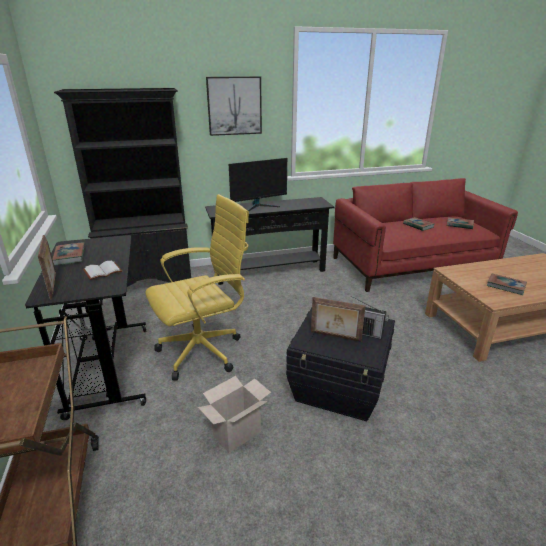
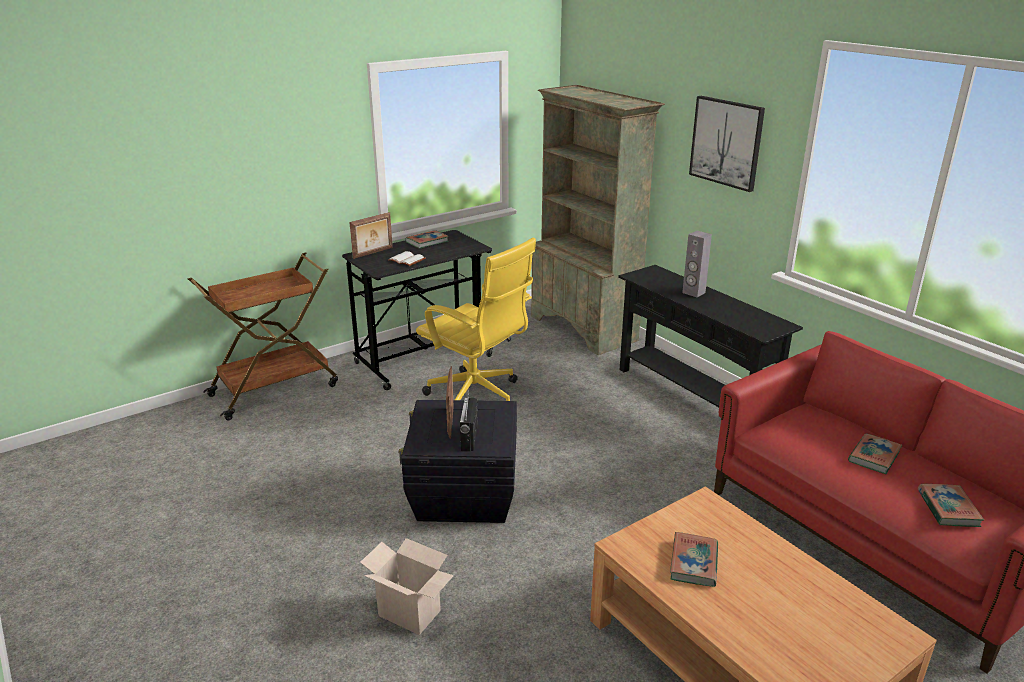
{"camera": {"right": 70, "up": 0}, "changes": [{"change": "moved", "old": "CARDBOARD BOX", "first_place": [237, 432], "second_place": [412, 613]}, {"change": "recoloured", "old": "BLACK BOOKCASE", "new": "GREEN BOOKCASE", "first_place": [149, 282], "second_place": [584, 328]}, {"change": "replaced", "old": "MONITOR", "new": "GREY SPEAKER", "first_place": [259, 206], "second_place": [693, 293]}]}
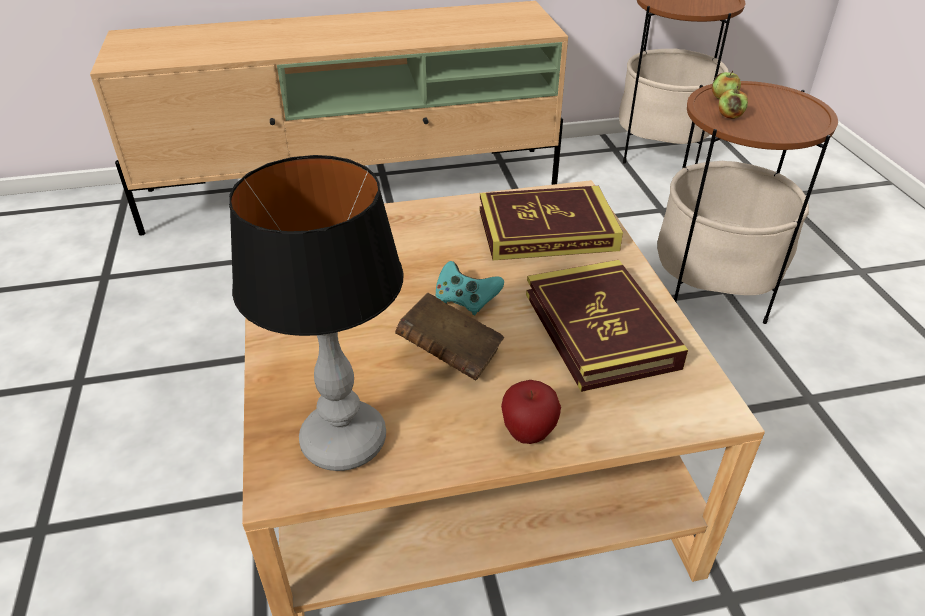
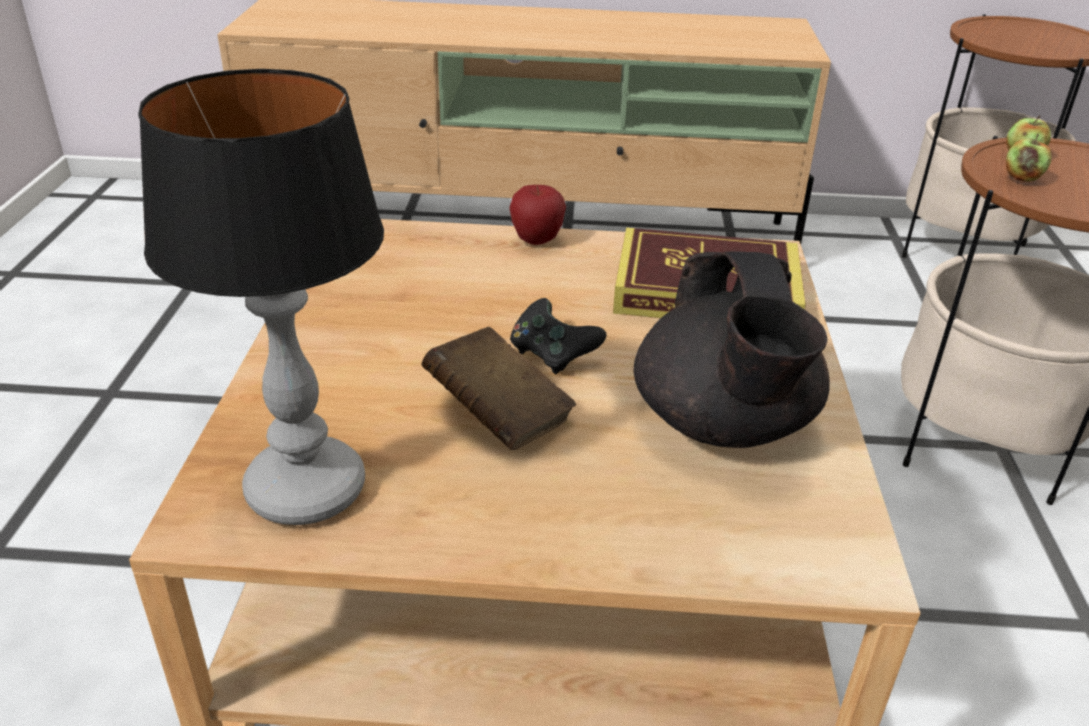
{"camera": {"right": 15, "up": -5}, "changes": [{"change": "moved", "old": "APPLE", "first_place": [528, 433], "second_place": [536, 241]}, {"change": "recoloured", "old": "TURQUOISE GAME CONTROLLER", "new": "BLACK GAME CONTROLLER", "first_place": [466, 301], "second_place": [552, 355]}, {"change": "replaced", "old": "BOOK", "new": "BLACK TEAPOT", "first_place": [599, 330], "second_place": [723, 425]}]}
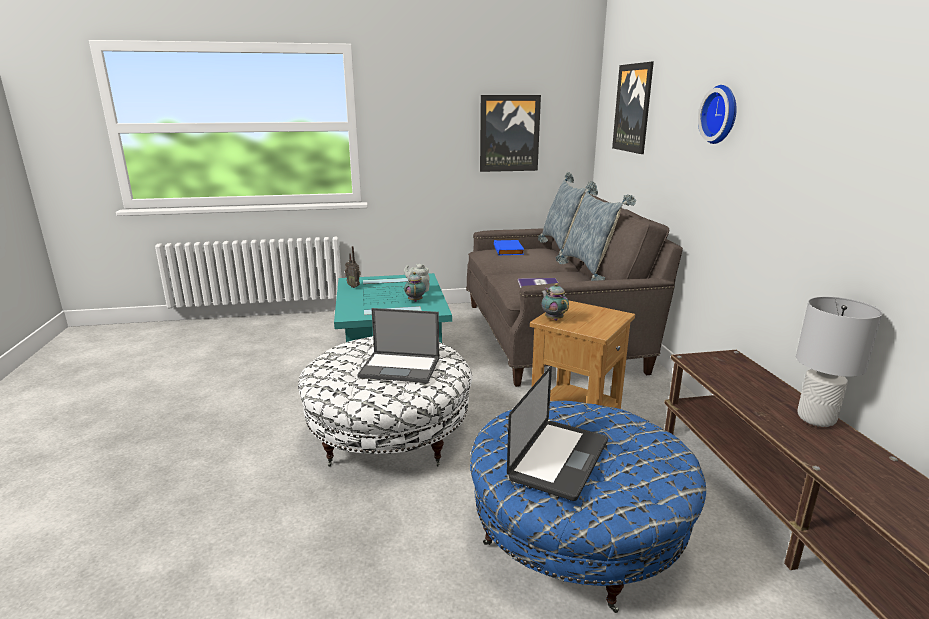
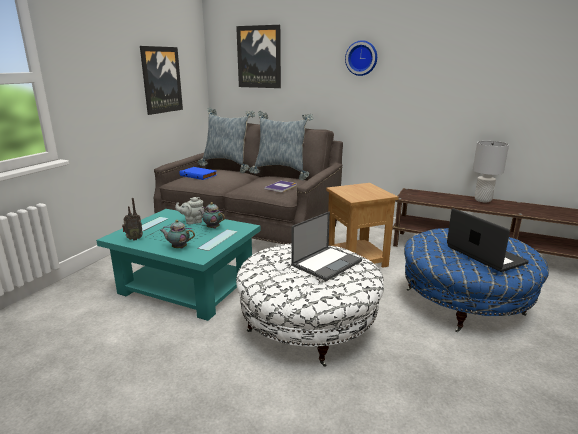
{"camera": {"right": -55, "up": 0}, "changes": [{"change": "moved", "old": "TEAPOT", "first_place": [553, 319], "second_place": [178, 248]}]}
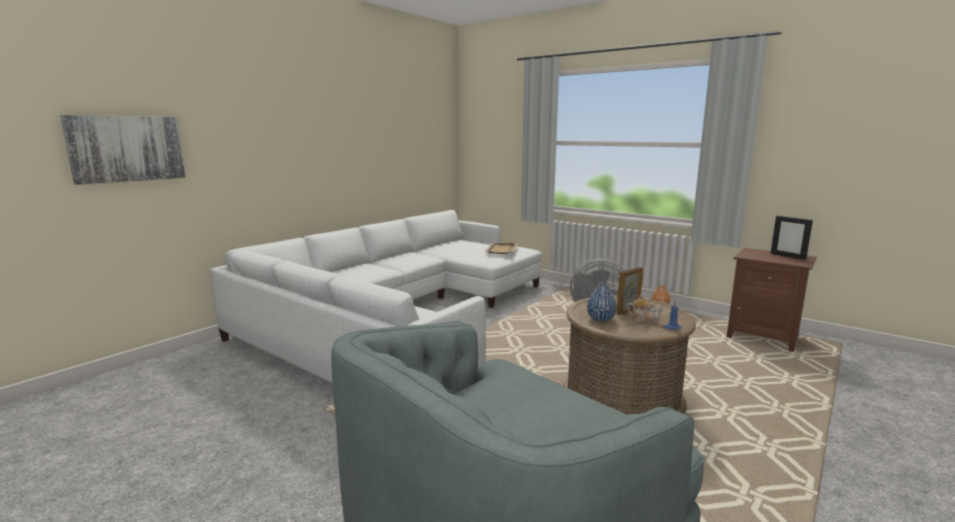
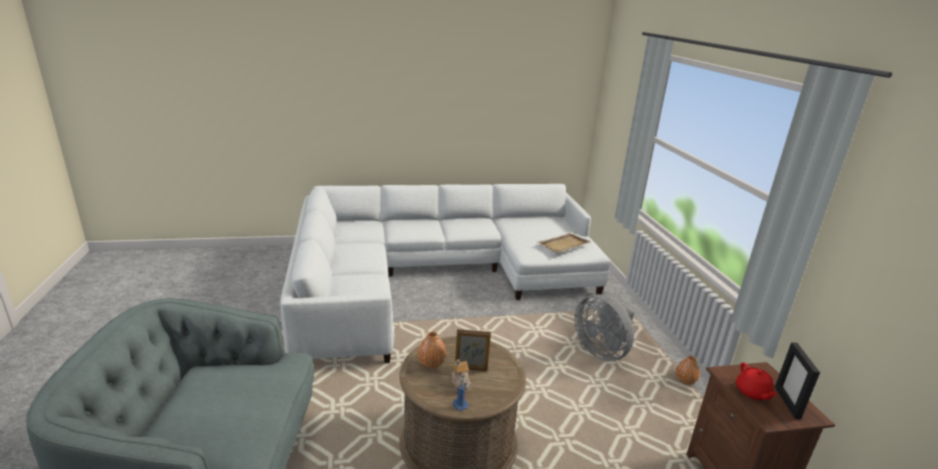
{"camera": {"right": 40, "up": 10}, "changes": [{"change": "recoloured", "old": "BLUE VASE", "new": "ORANGE VASE", "first_place": [600, 319], "second_place": [431, 363]}, {"change": "added", "new": "RED TEAPOT", "second_place": [752, 392]}, {"change": "removed", "old": "PICTURE", "first_place": [127, 148]}]}
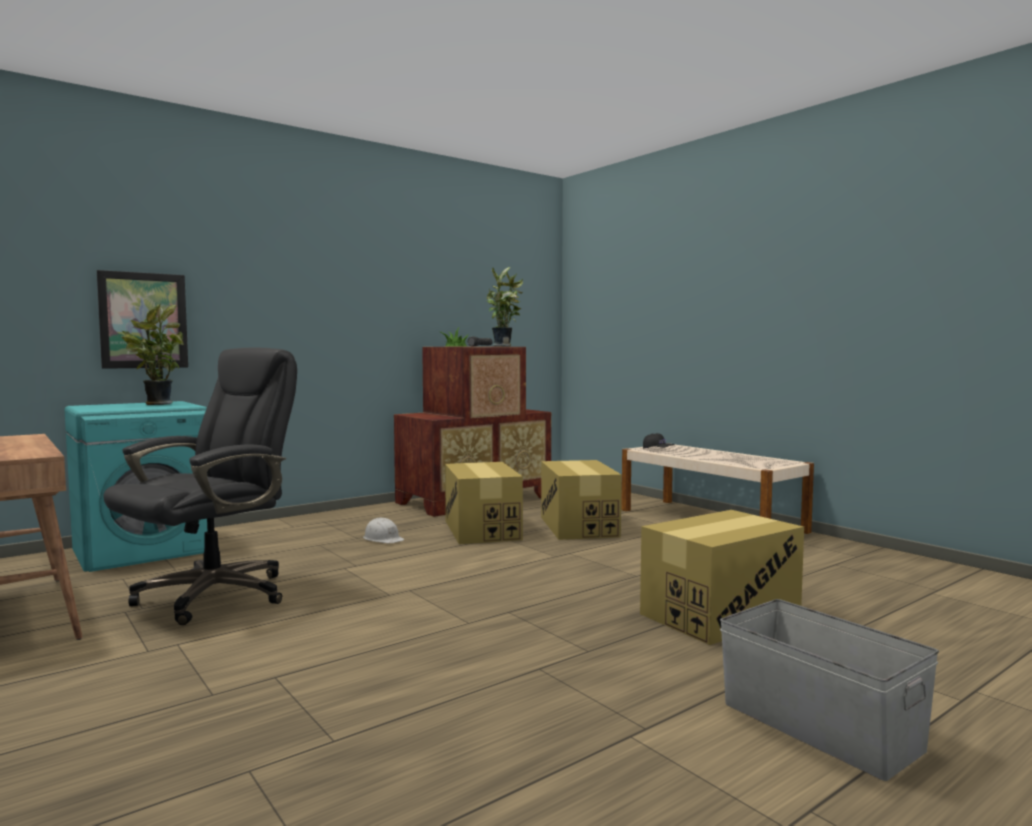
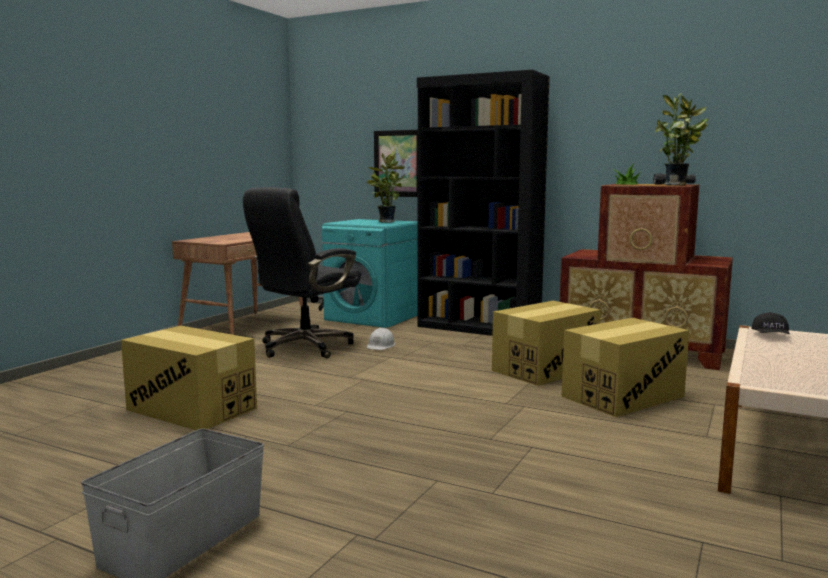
{"camera": {"right": 65, "up": 5}, "changes": [{"change": "moved", "old": "CARDBOARD BOX", "first_place": [720, 614], "second_place": [191, 409]}, {"change": "turned", "old": "BLACK OFFICE CHAIR", "first_place": [211, 597], "second_place": [307, 346], "degrees": 120}, {"change": "moved", "old": "WHITE HARD HAT", "first_place": [383, 539], "second_place": [381, 345]}, {"change": "added", "new": "BLACK BOOKCASE", "second_place": [478, 328]}]}
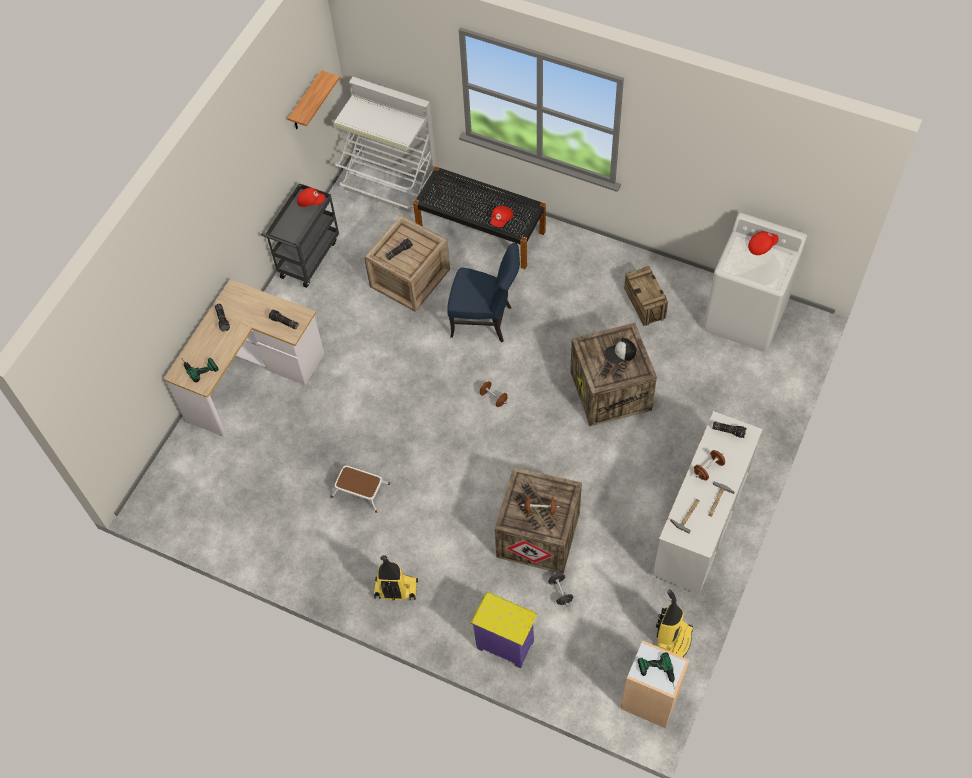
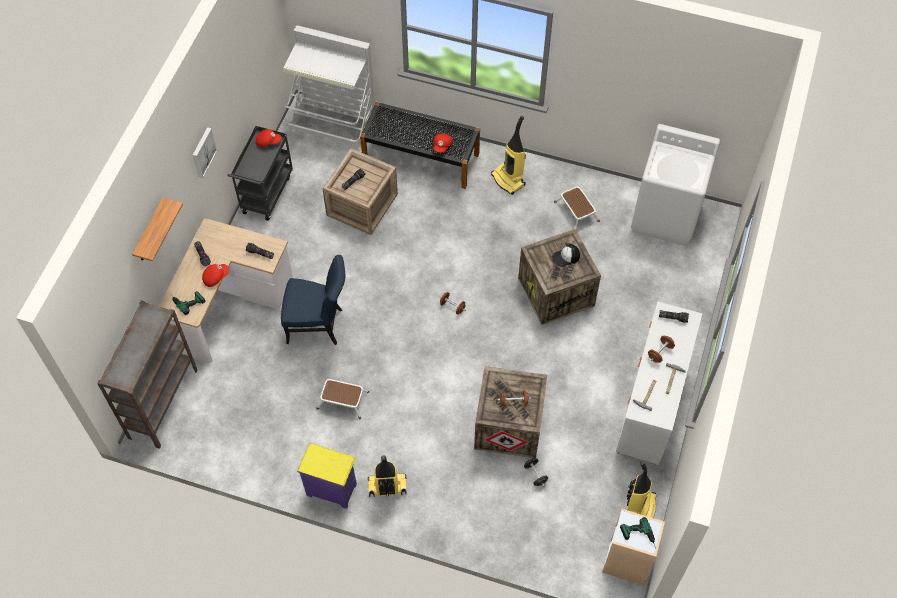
{"camera": {"right": -10, "up": 0}, "changes": [{"change": "added", "new": "GREY BOOKCASE", "second_place": [163, 403]}, {"change": "moved", "old": "SHELF", "first_place": [306, 102], "second_place": [150, 232]}, {"change": "added", "new": "PICTURE", "second_place": [203, 152]}, {"change": "moved", "old": "RED CAP", "first_place": [762, 245], "second_place": [215, 277]}, {"change": "moved", "old": "BLUE CHAIR", "first_place": [485, 321], "second_place": [318, 325]}, {"change": "moved", "old": "NIGHTSTAND", "first_place": [504, 642], "second_place": [331, 488]}, {"change": "added", "new": "VACUUM CLEANER", "second_place": [509, 180]}, {"change": "replaced", "old": "CRATE", "new": "BROWN STEP LADDER", "first_place": [645, 303], "second_place": [576, 211]}]}
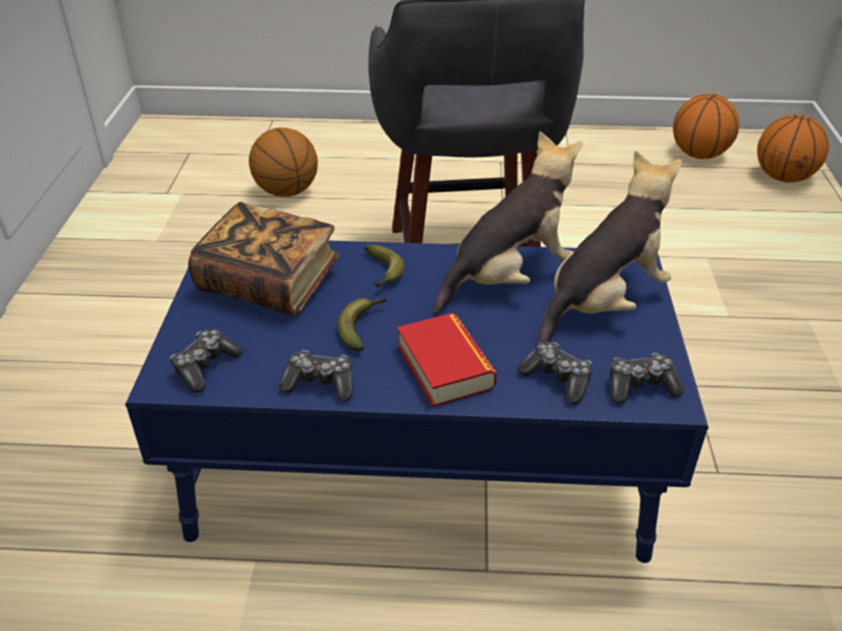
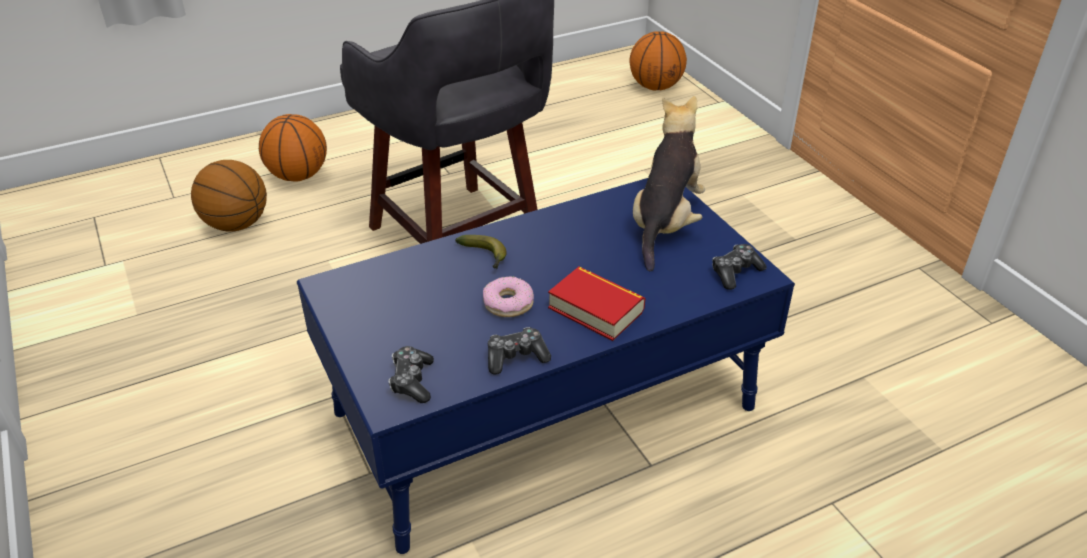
{"camera": {"right": -30, "up": 0}, "changes": [{"change": "moved", "old": "BASKETBALL", "first_place": [698, 155], "second_place": [298, 176]}, {"change": "replaced", "old": "BANANA", "new": "DONUT", "first_place": [362, 327], "second_place": [508, 303]}, {"change": "removed", "old": "BOOK", "first_place": [269, 282]}, {"change": "removed", "old": "PLUSH TOY", "first_place": [508, 278]}, {"change": "removed", "old": "GAME CONTROLLER", "first_place": [557, 379]}]}
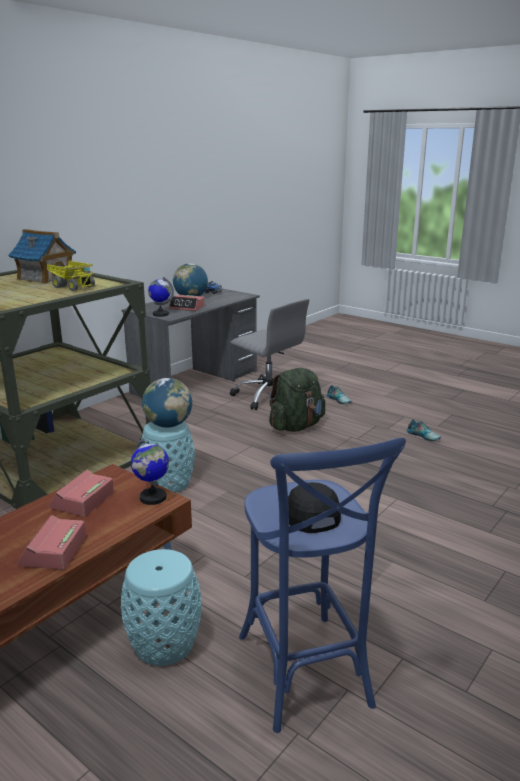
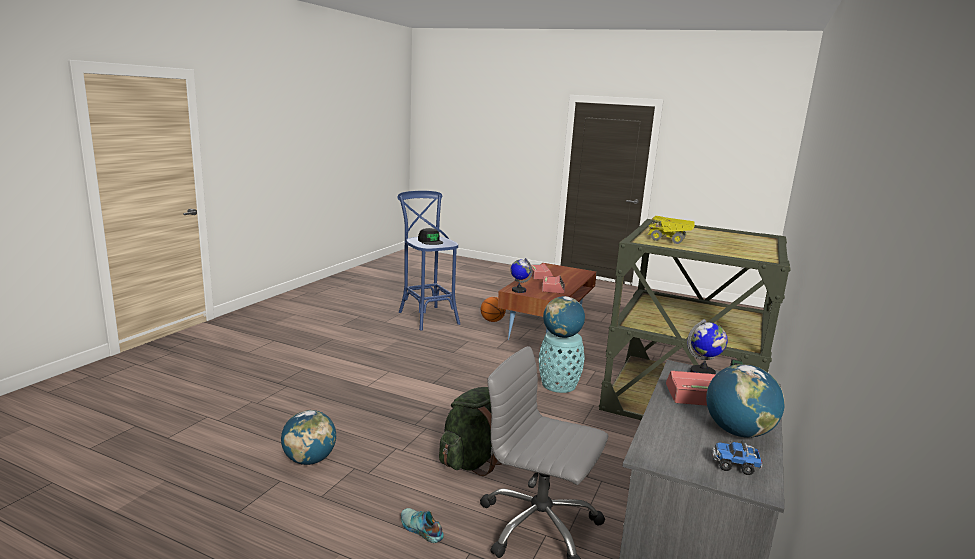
{"camera": {"right": 165, "up": -5}, "changes": [{"change": "replaced", "old": "SHOE", "new": "GLOBE", "first_place": [423, 435], "second_place": [309, 460]}, {"change": "replaced", "old": "TURQUOISE STOOL", "new": "BASKETBALL", "first_place": [164, 643], "second_place": [492, 321]}, {"change": "removed", "old": "TOY HOUSE", "first_place": [46, 278]}]}
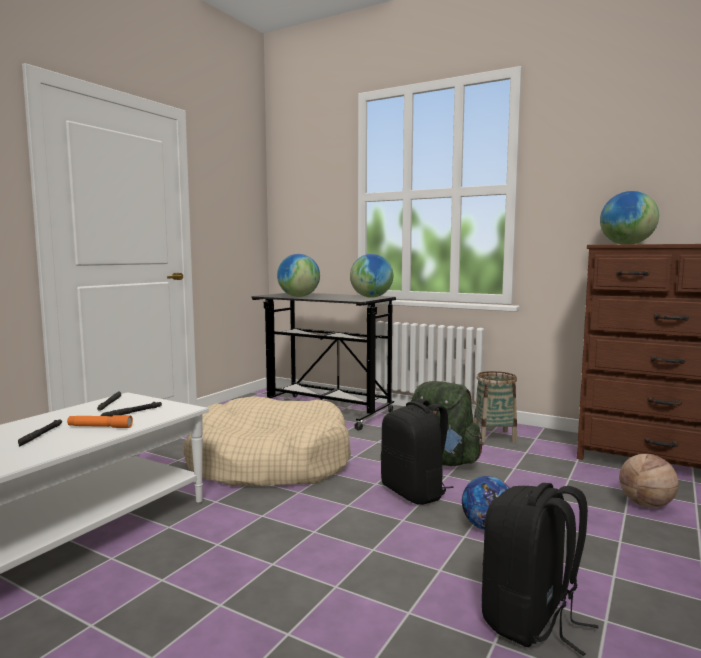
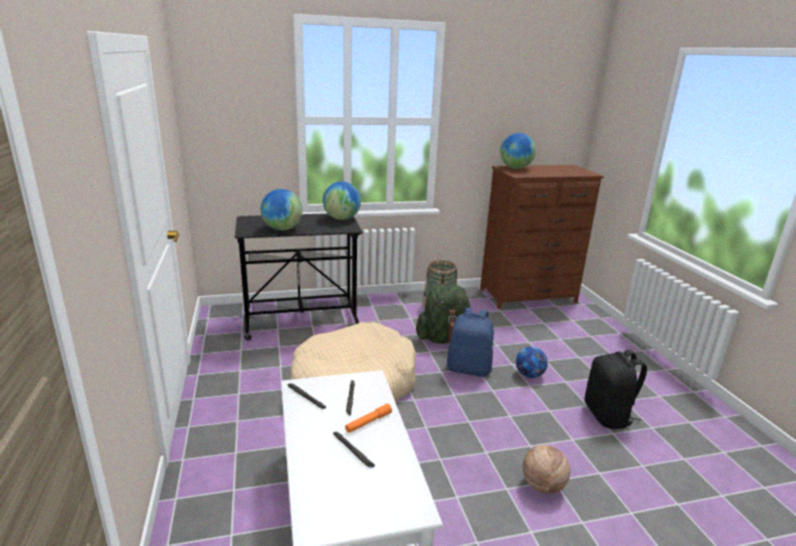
{"camera": {"right": -45, "up": 15}, "changes": [{"change": "recoloured", "old": "BLACK BACKPACK", "new": "BLUE BACKPACK", "first_place": [415, 493], "second_place": [469, 369]}, {"change": "moved", "old": "BASKETBALL", "first_place": [646, 505], "second_place": [542, 486]}]}
